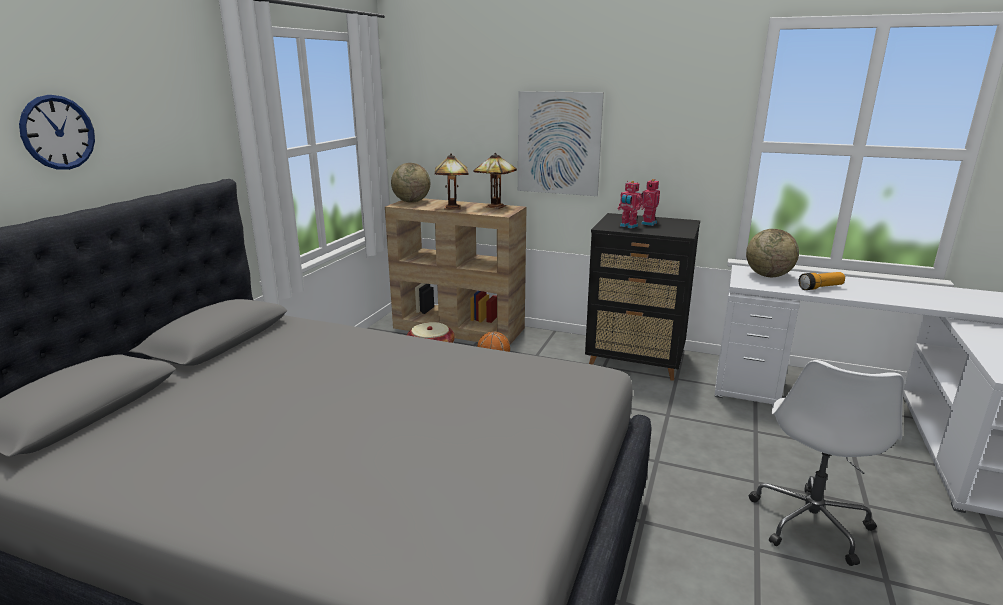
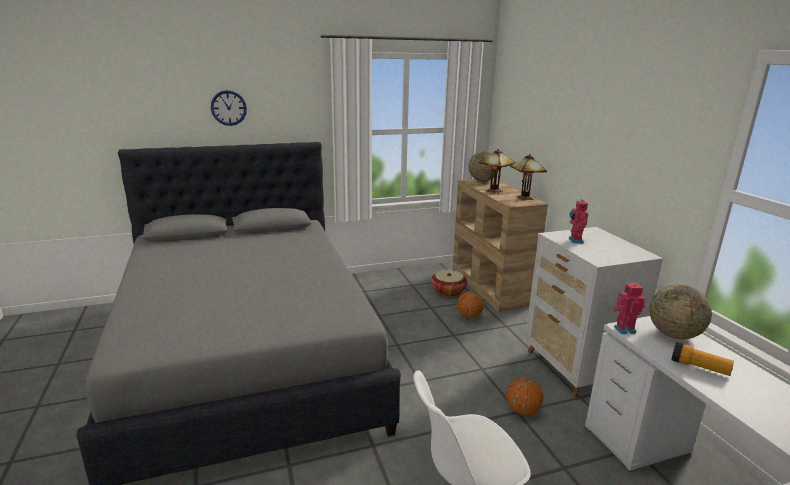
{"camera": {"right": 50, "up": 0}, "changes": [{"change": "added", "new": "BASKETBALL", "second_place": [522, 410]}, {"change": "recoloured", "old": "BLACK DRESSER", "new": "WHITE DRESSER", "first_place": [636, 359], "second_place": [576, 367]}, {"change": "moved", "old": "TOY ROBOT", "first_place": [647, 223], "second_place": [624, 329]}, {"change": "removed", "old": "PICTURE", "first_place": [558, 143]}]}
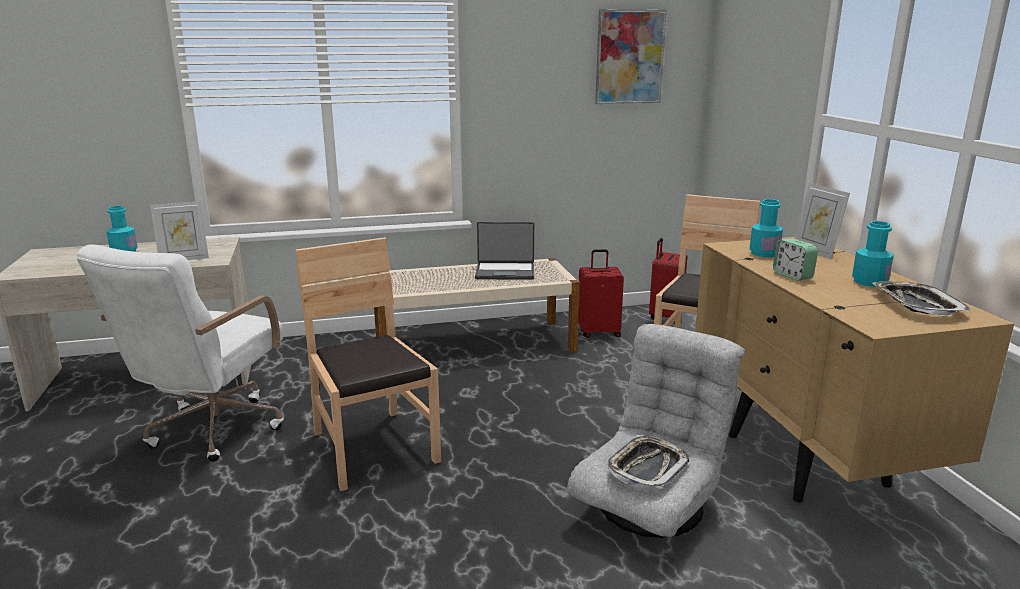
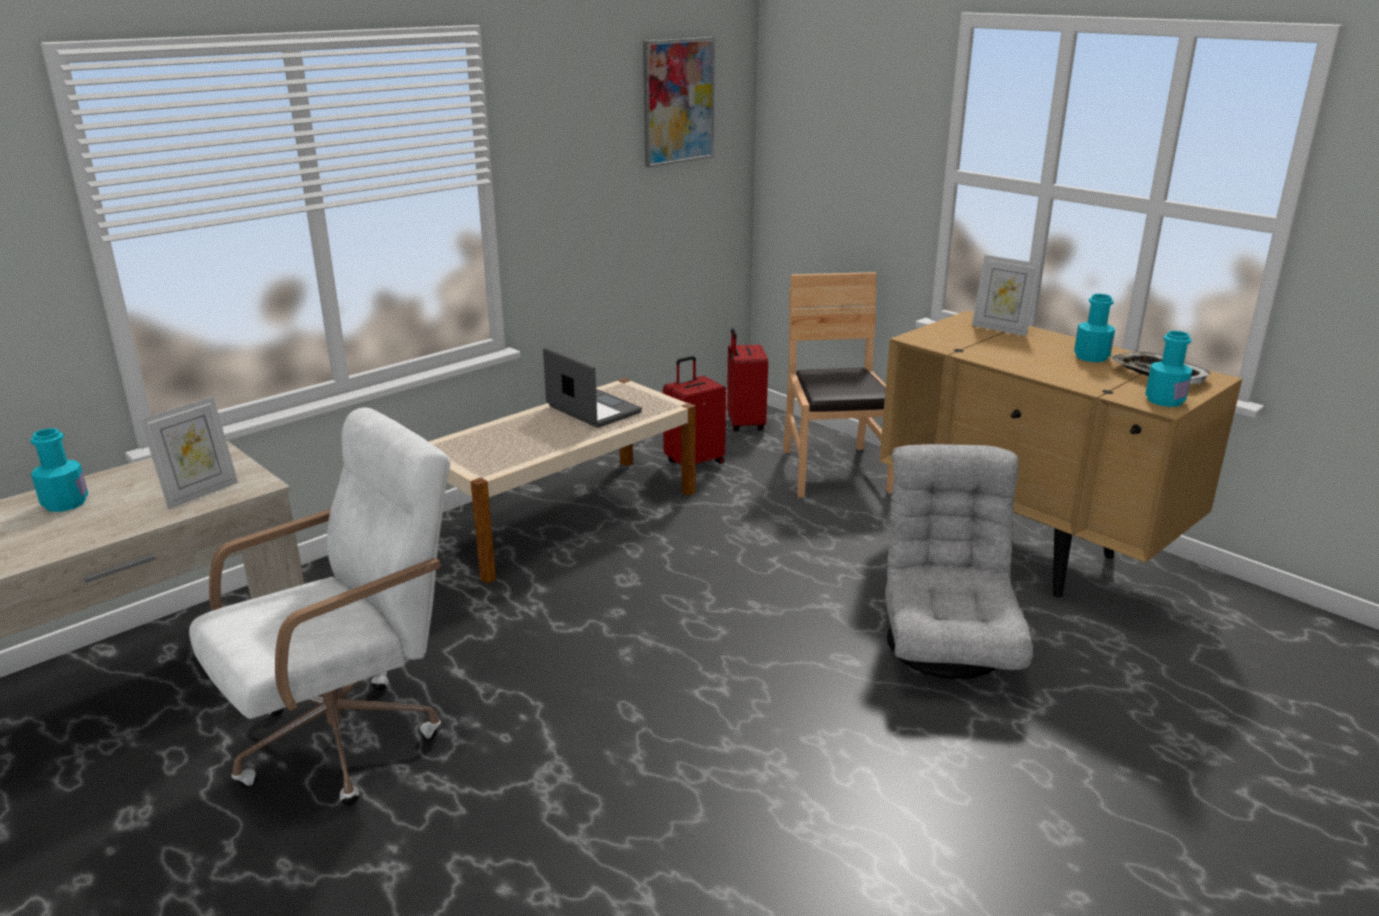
{"camera": {"right": -30, "up": 5}, "changes": [{"change": "turned", "old": "WHITE OFFICE CHAIR", "first_place": [212, 433], "second_place": [349, 738], "degrees": -120}, {"change": "turned", "old": "LAPTOP", "first_place": [505, 272], "second_place": [592, 410], "degrees": -105}, {"change": "moved", "old": "TURQUOISE BOTTLE", "first_place": [764, 253], "second_place": [1164, 400]}, {"change": "removed", "old": "BROWN CHAIR", "first_place": [373, 448]}, {"change": "removed", "old": "TRAY", "first_place": [647, 467]}, {"change": "removed", "old": "ALARM CLOCK", "first_place": [792, 275]}]}
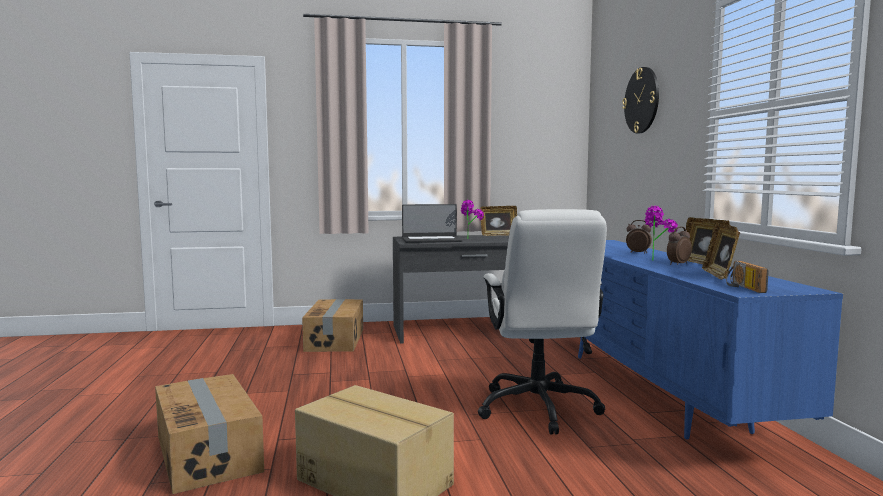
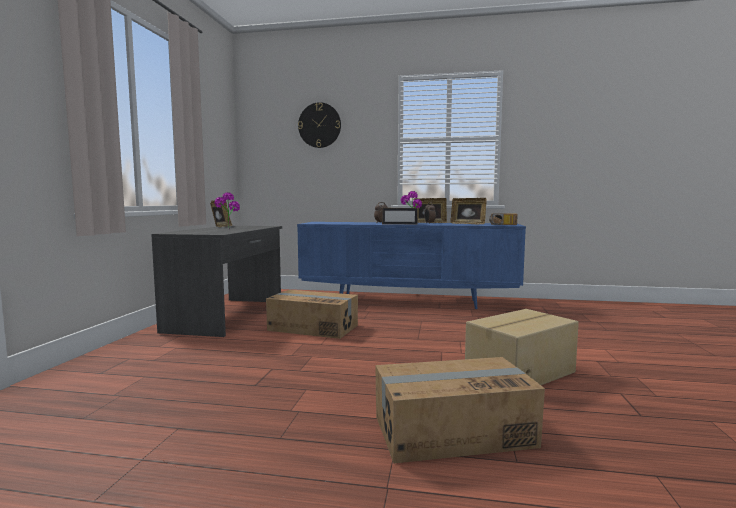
{"camera": {"right": -70, "up": 0}, "changes": [{"change": "moved", "old": "CARDBOARD BOX", "first_place": [336, 340], "second_place": [313, 327]}, {"change": "added", "new": "PICTURE FRAME", "second_place": [399, 224]}, {"change": "removed", "old": "LAPTOP", "first_place": [431, 240]}, {"change": "removed", "old": "WHITE OFFICE CHAIR", "first_place": [539, 411]}]}
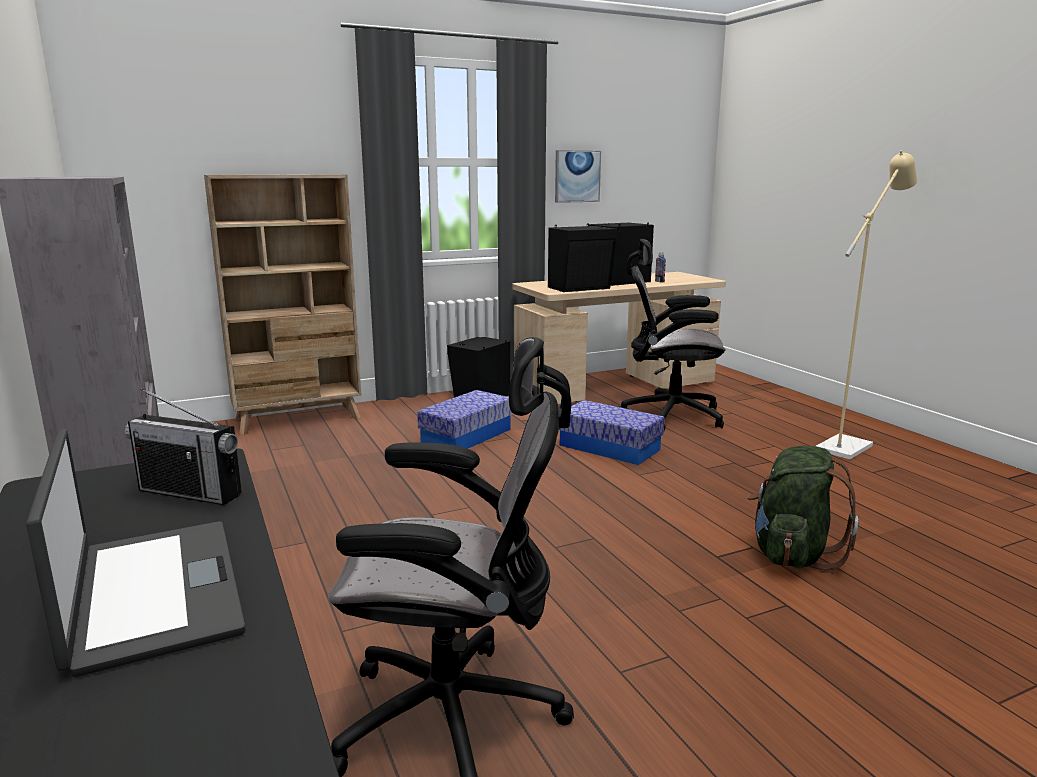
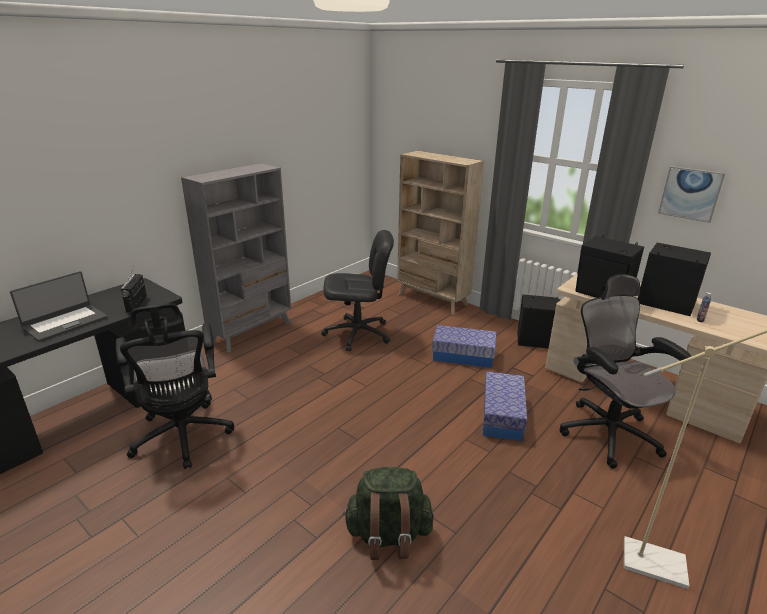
{"camera": {"right": 65, "up": 10}, "changes": [{"change": "added", "new": "BLACK OFFICE CHAIR", "second_place": [358, 334]}]}
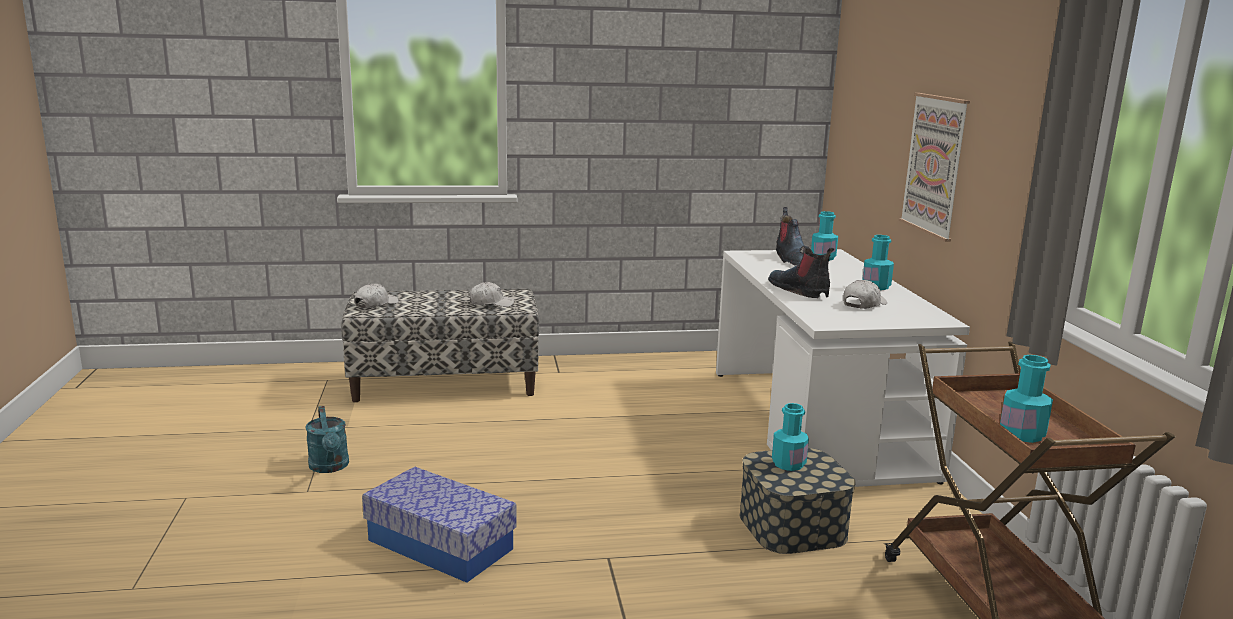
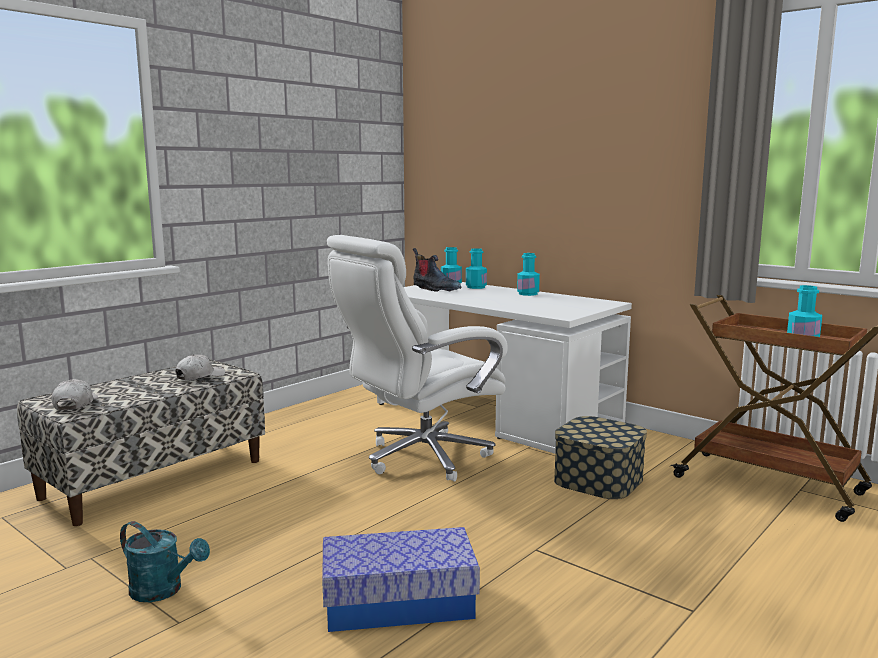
{"camera": {"right": -40, "up": -5}, "changes": [{"change": "added", "new": "WHITE OFFICE CHAIR", "second_place": [419, 460]}, {"change": "moved", "old": "TURQUOISE BOTTLE", "first_place": [788, 464], "second_place": [476, 287]}, {"change": "removed", "old": "BOOT", "first_place": [800, 290]}, {"change": "removed", "old": "WHITE CAP", "first_place": [863, 304]}, {"change": "removed", "old": "PICTURE", "first_place": [934, 165]}]}
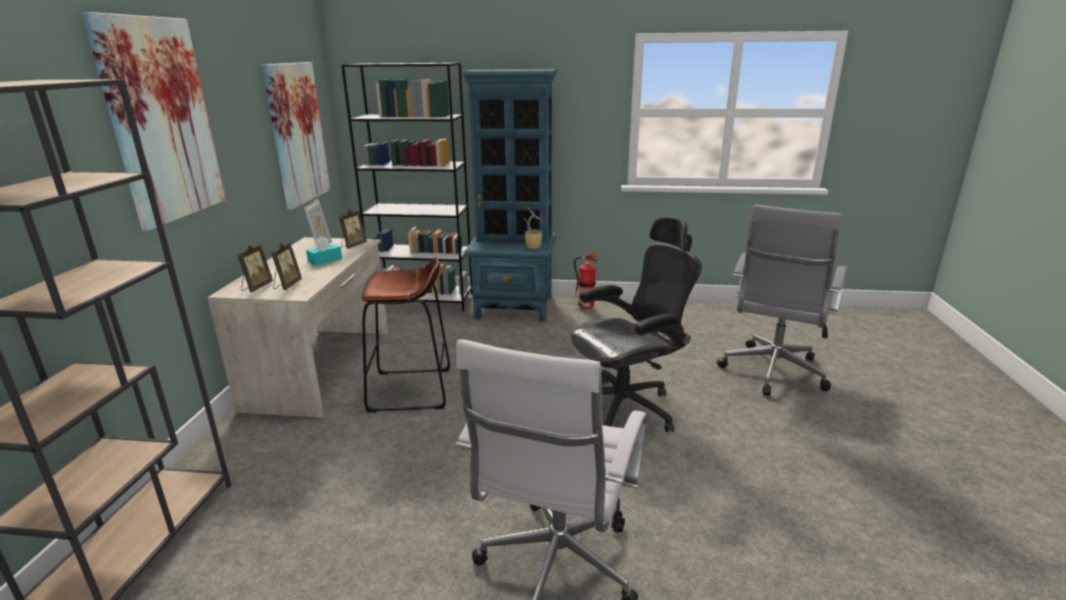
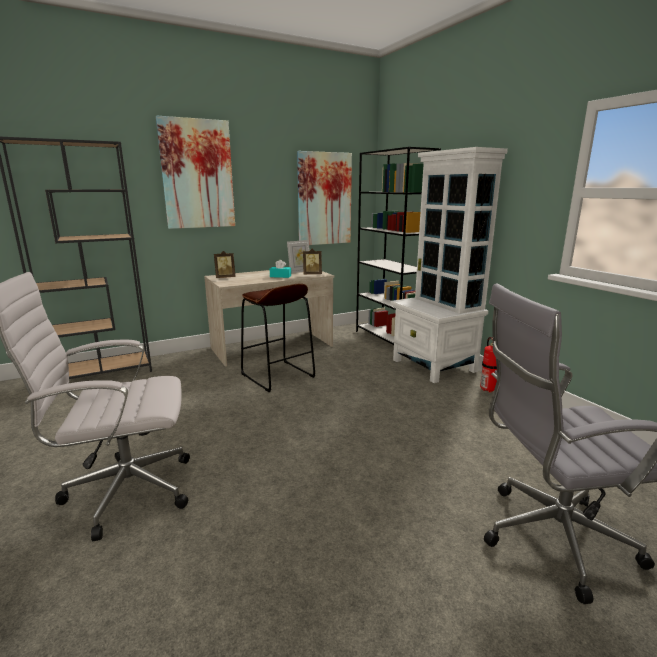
{"camera": {"right": 55, "up": -5}, "changes": [{"change": "recoloured", "old": "BLUE CABINET", "new": "WHITE CABINET", "first_place": [514, 307], "second_place": [433, 366]}, {"change": "removed", "old": "PICTURE FRAME", "first_place": [287, 285]}, {"change": "removed", "old": "POTTED PLANT", "first_place": [533, 247]}, {"change": "removed", "old": "OFFICE CHAIR", "first_place": [627, 407]}]}
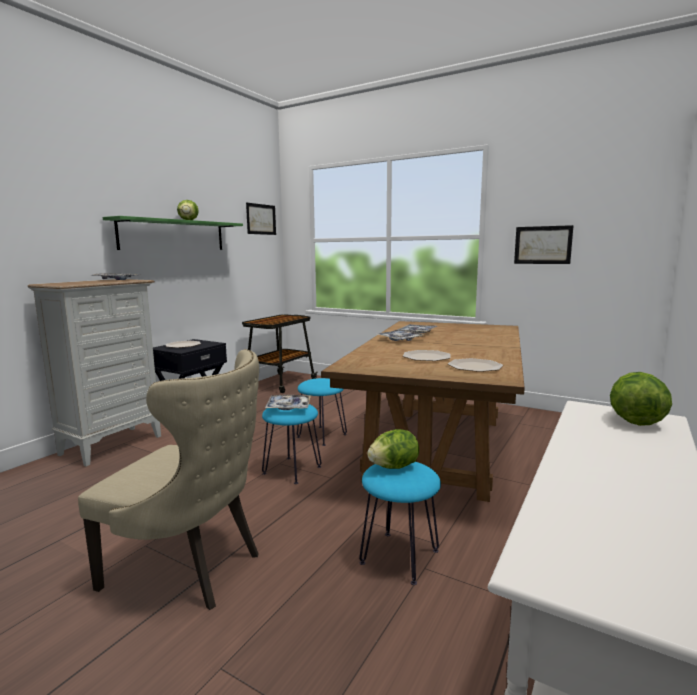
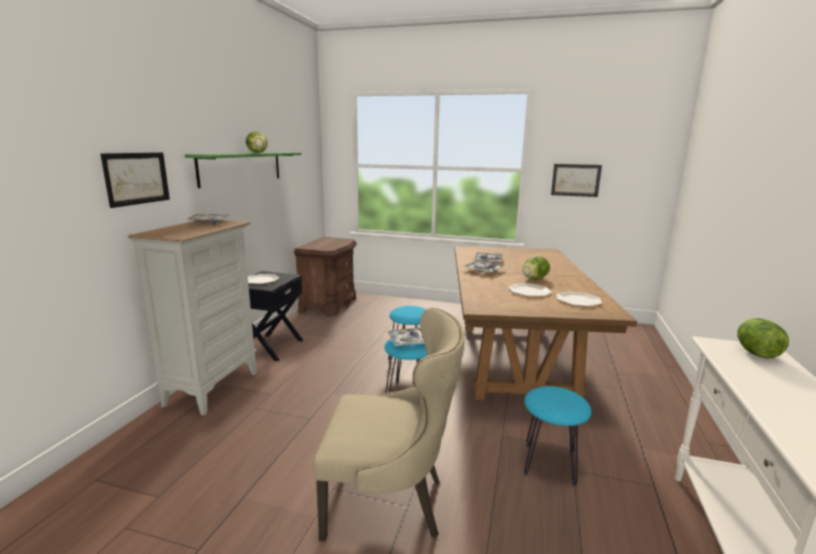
{"camera": {"right": -15, "up": 5}, "changes": [{"change": "moved", "old": "PICTURE", "first_place": [261, 219], "second_place": [137, 178]}, {"change": "replaced", "old": "CART", "new": "BROWN NIGHTSTAND", "first_place": [280, 383], "second_place": [331, 304]}, {"change": "moved", "old": "LETTUCE", "first_place": [394, 467], "second_place": [534, 278]}]}
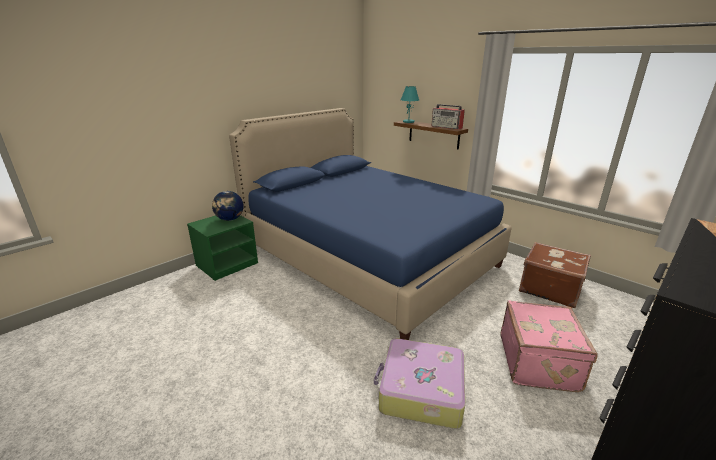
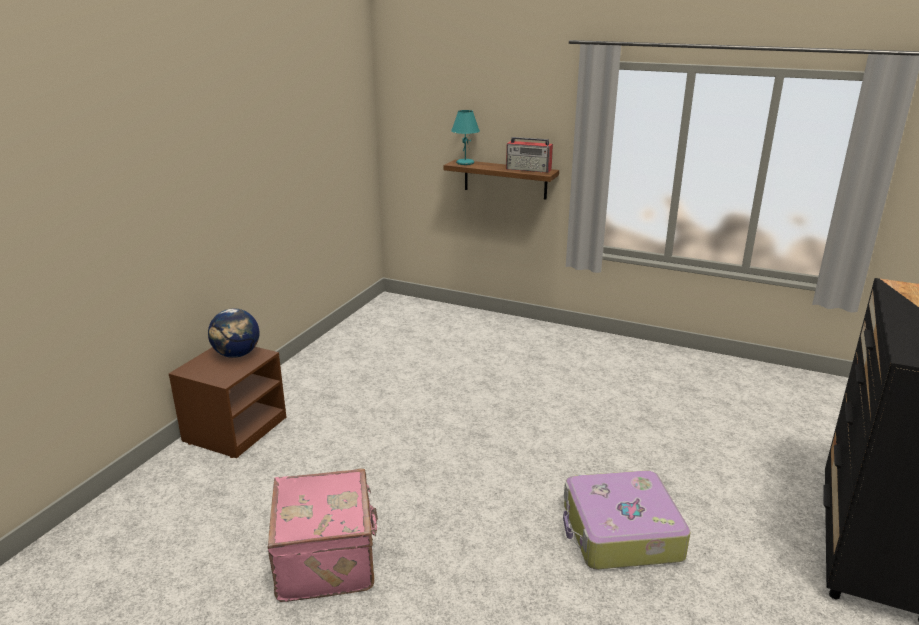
{"camera": {"right": -20, "up": 0}, "changes": [{"change": "recoloured", "old": "GREEN NIGHTSTAND", "new": "BROWN NIGHTSTAND", "first_place": [227, 264], "second_place": [235, 429]}, {"change": "moved", "old": "PINK SUITCASE", "first_place": [539, 363], "second_place": [328, 559]}, {"change": "removed", "old": "BLUE BED", "first_place": [368, 256]}, {"change": "removed", "old": "BROWN SUITCASE", "first_place": [549, 289]}]}
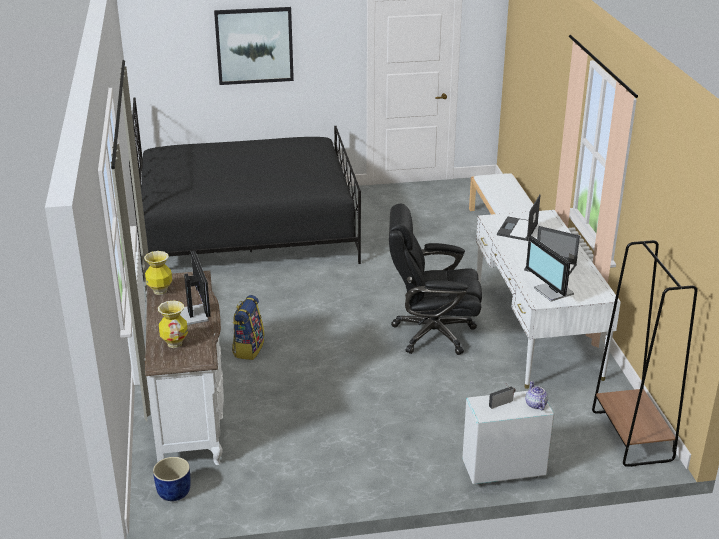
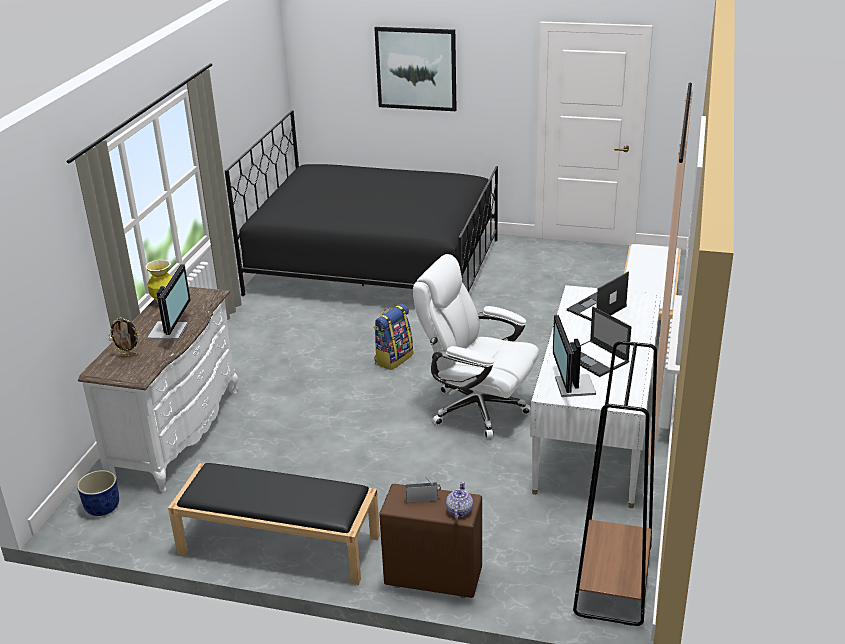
{"camera": {"right": 25, "up": 0}, "changes": [{"change": "replaced", "old": "VASE", "new": "PICTURE FRAME", "first_place": [175, 343], "second_place": [128, 355]}, {"change": "added", "new": "BLACK BENCH", "second_place": [277, 545]}, {"change": "moved", "old": "BACKPACK", "first_place": [248, 349], "second_place": [393, 358]}, {"change": "recoloured", "old": "WHITE NIGHTSTAND", "new": "BROWN NIGHTSTAND", "first_place": [503, 470], "second_place": [433, 579]}, {"change": "recoloured", "old": "BLACK OFFICE CHAIR", "new": "WHITE OFFICE CHAIR", "first_place": [433, 334], "second_place": [478, 409]}]}
